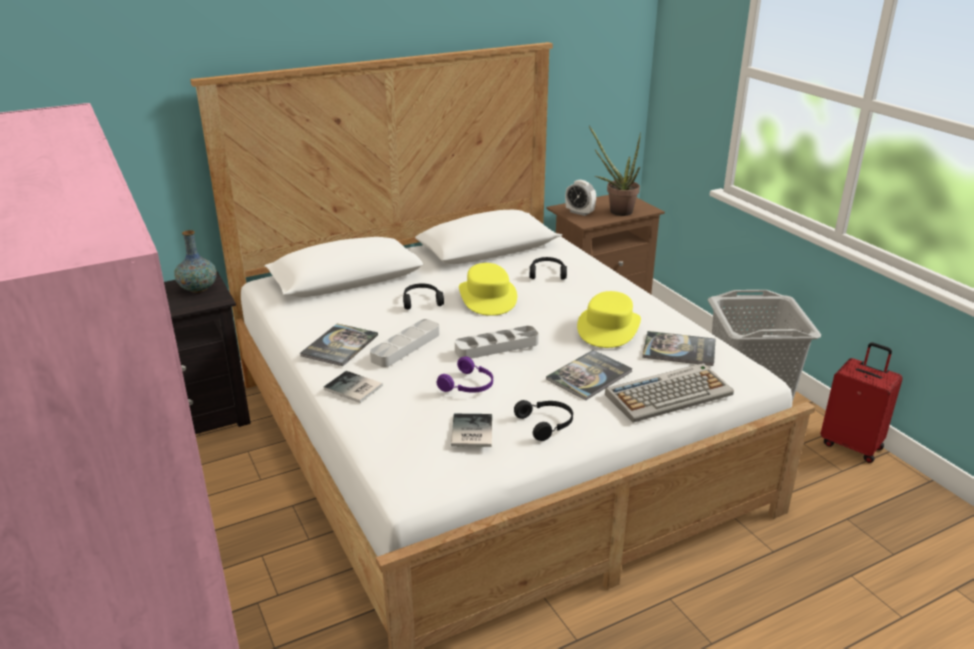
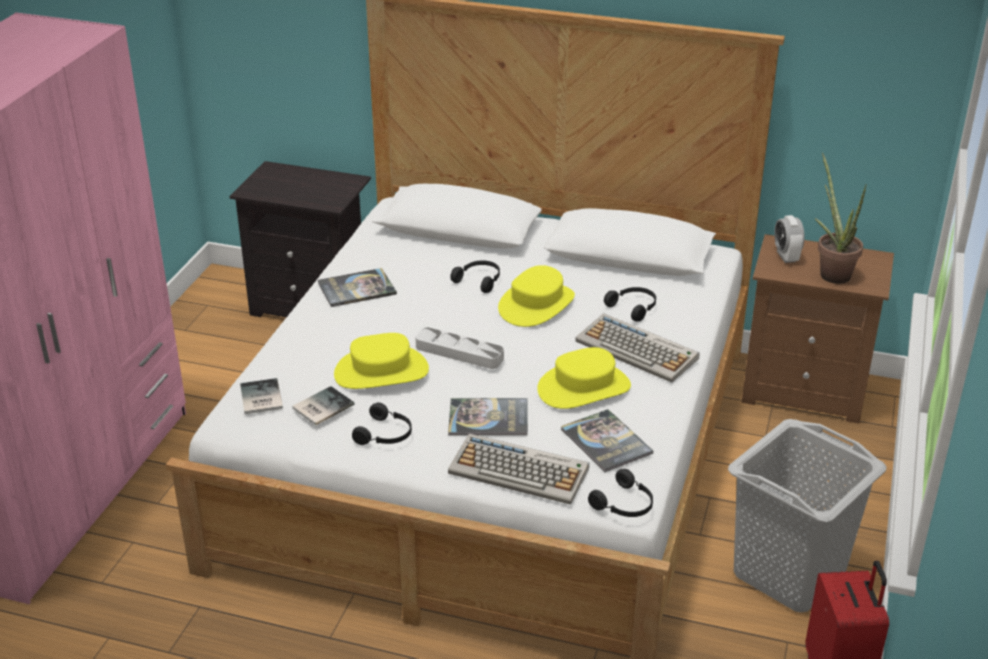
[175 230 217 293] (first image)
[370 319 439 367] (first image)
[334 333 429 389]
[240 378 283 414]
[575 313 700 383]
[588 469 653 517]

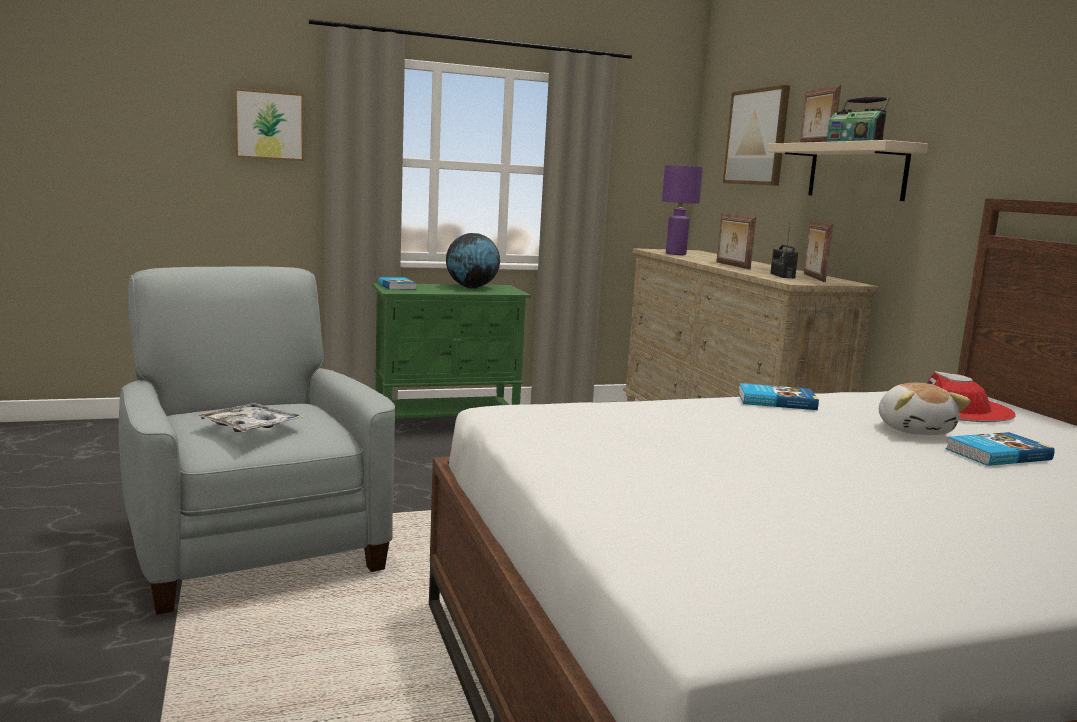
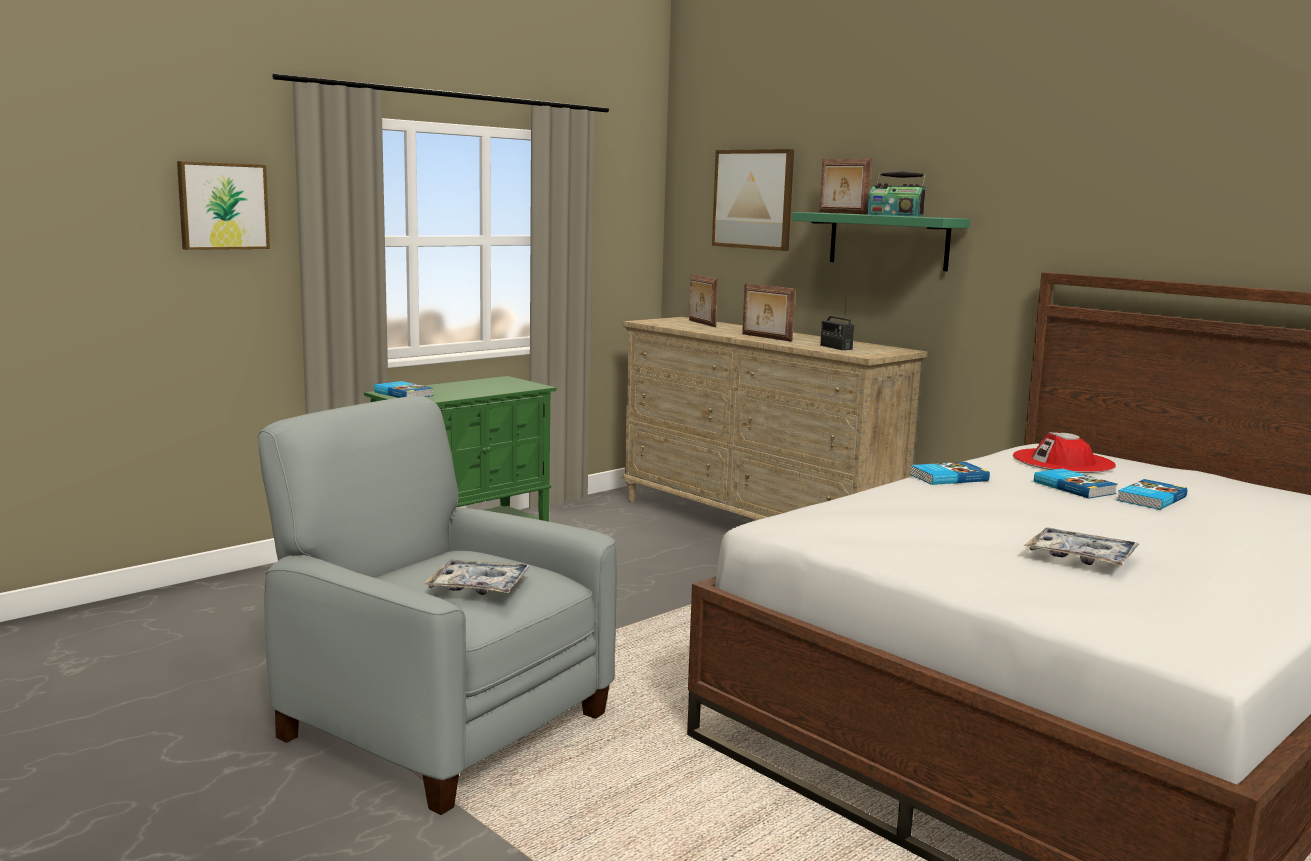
[792 212 970 271]
[662 165 703 255] (first image)
[689 274 718 327]
[446 233 500 288] (first image)
[1034 468 1118 498]
[1024 528 1139 566]

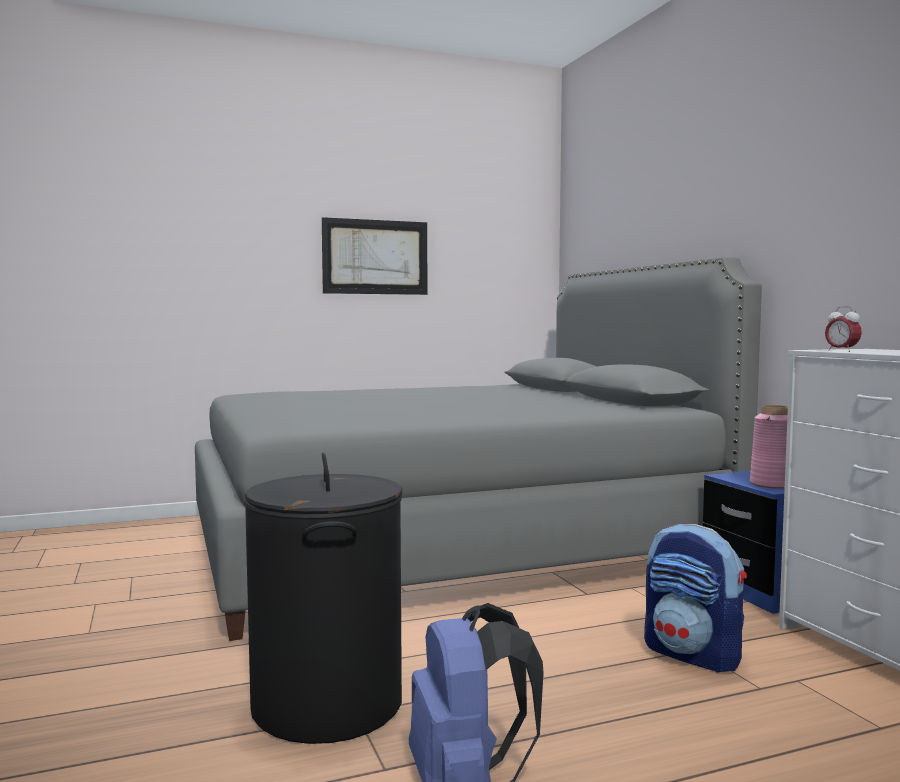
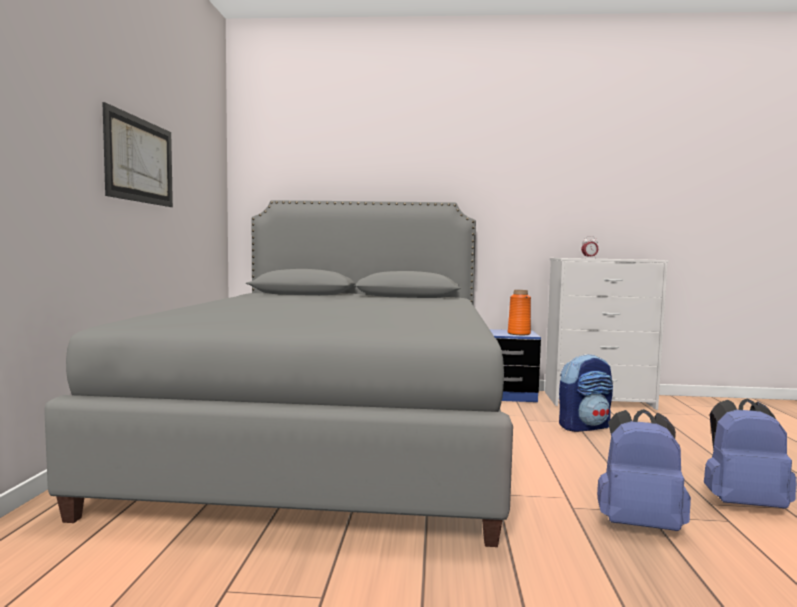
[508 290 531 335]
[597 409 691 531]

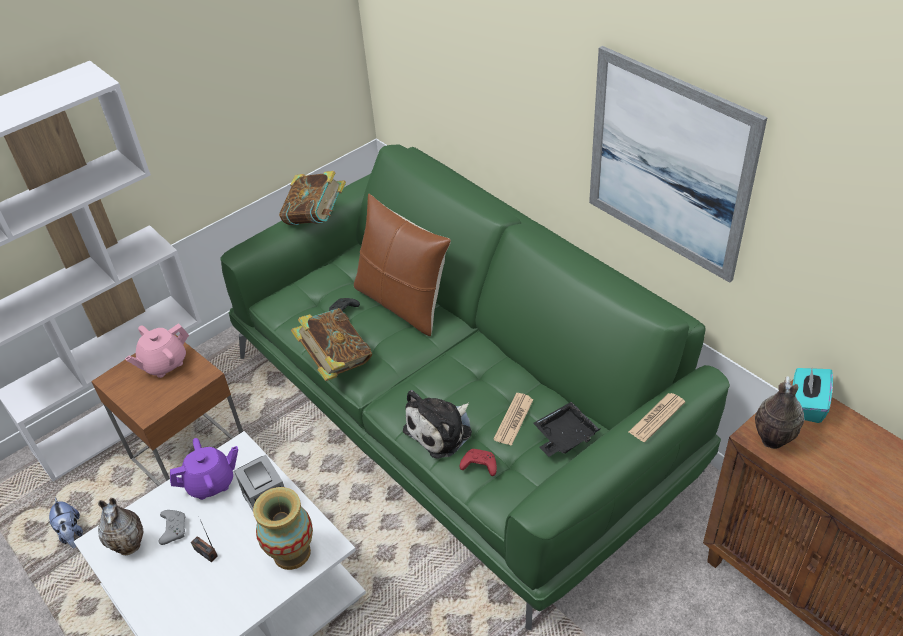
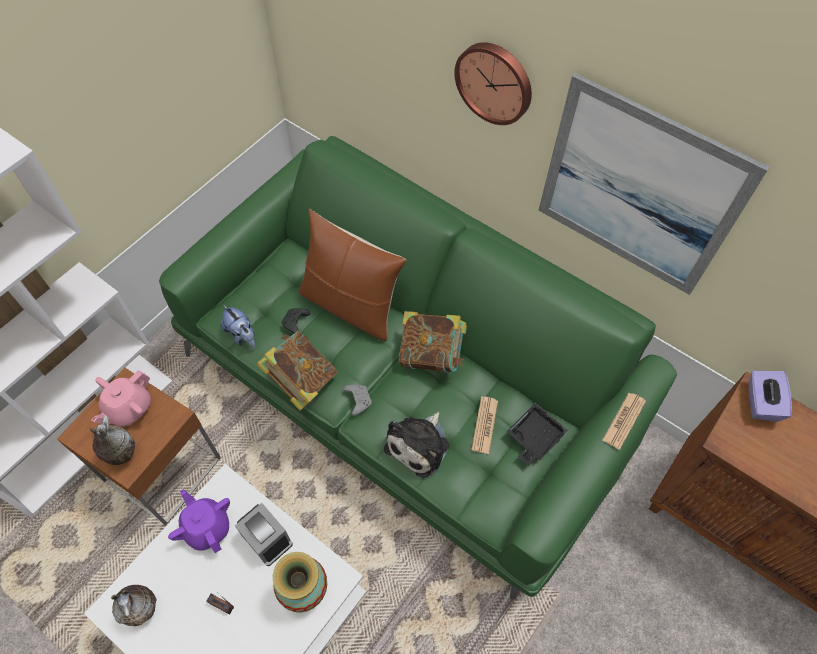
[398 311 467 373]
[749 371 792 422]
[89 415 135 465]
[168 489 230 553]
[460 449 497 476] (first image)
[221 305 255 348]
[343 384 372 416]
[454 42 532 125]

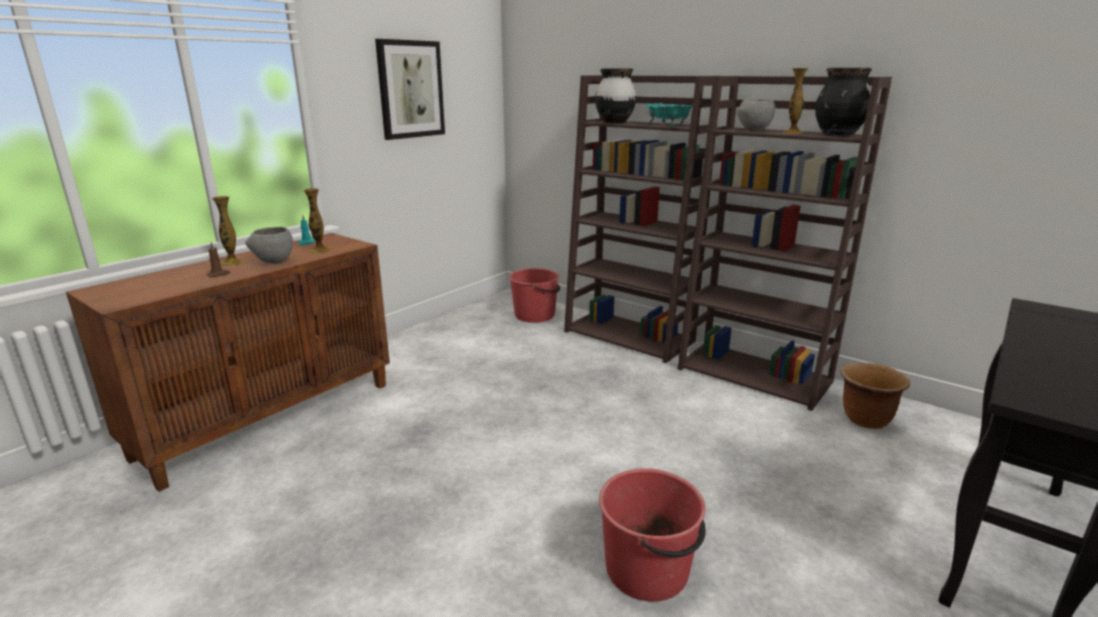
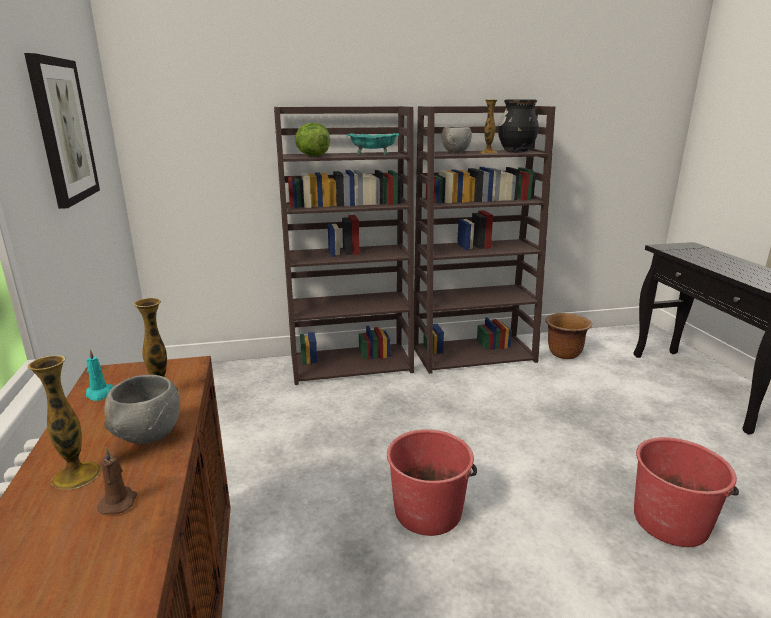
[295 123 330 156]
[387 429 477 536]

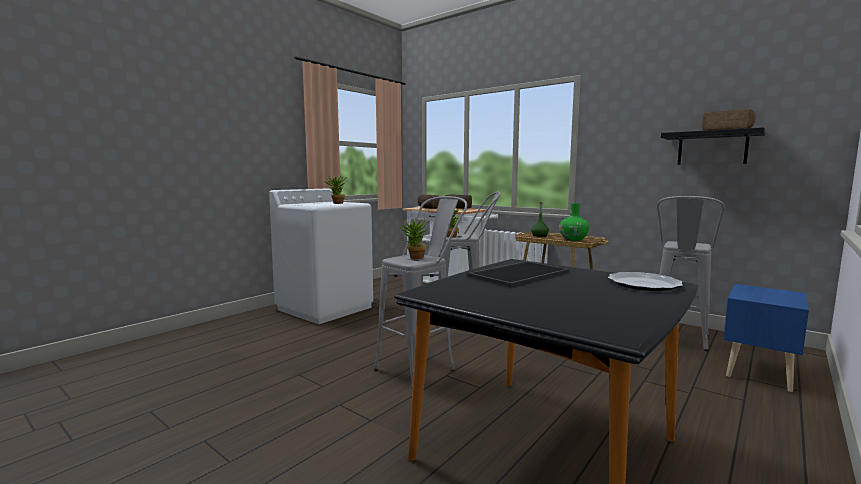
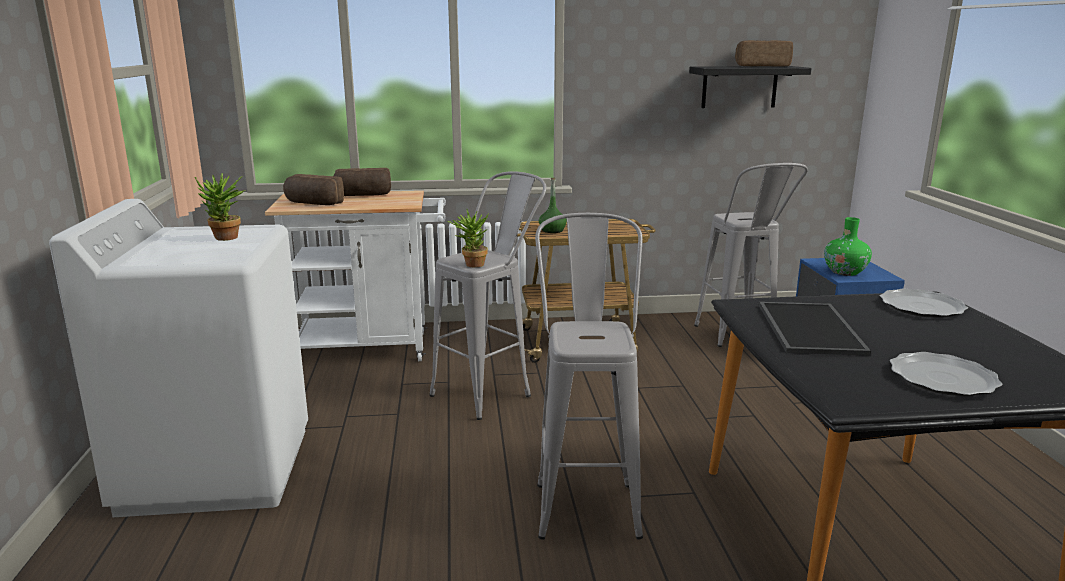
[824 217 872 276]
[399 218 430 259] (first image)
[890 352 1002 396]

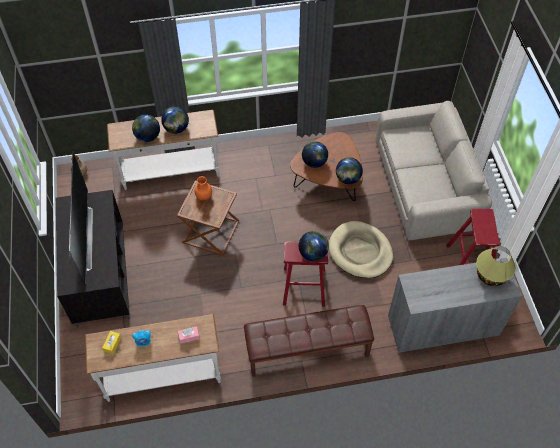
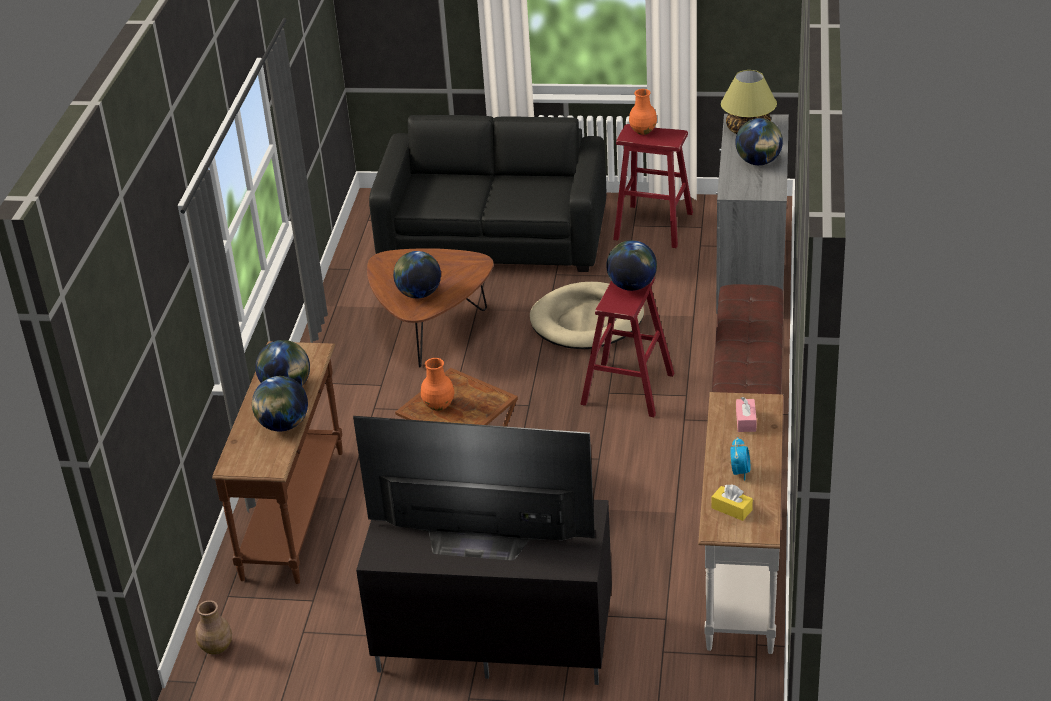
[369 115 606 272]
[212 342 342 584]
[735 118 783 165]
[629 89 657 135]

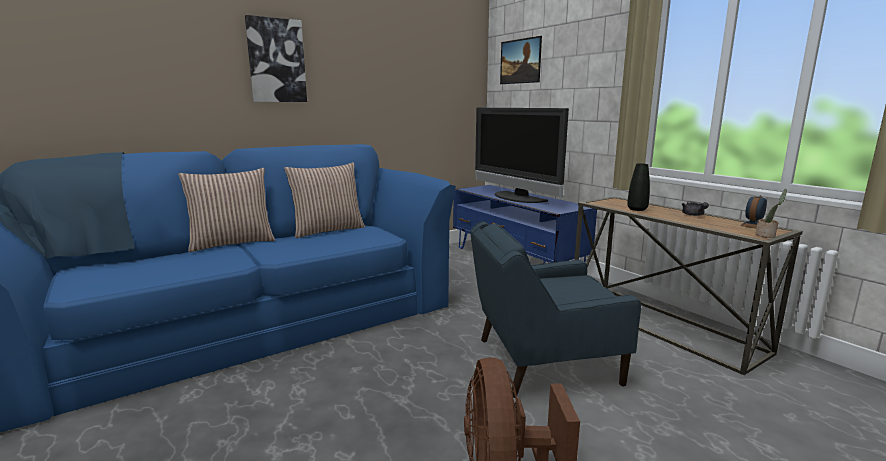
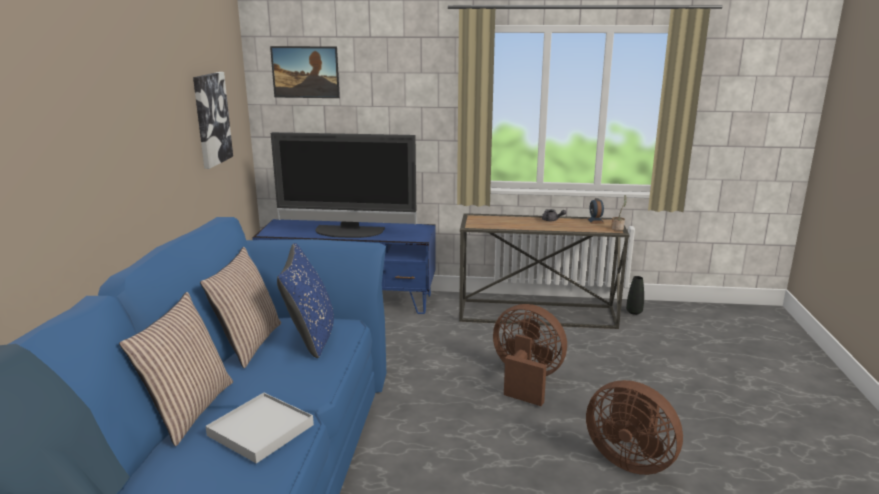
[193 72 233 169]
[626 276 644 315]
[493 304 567 406]
[277 243 334 358]
[205 393 314 464]

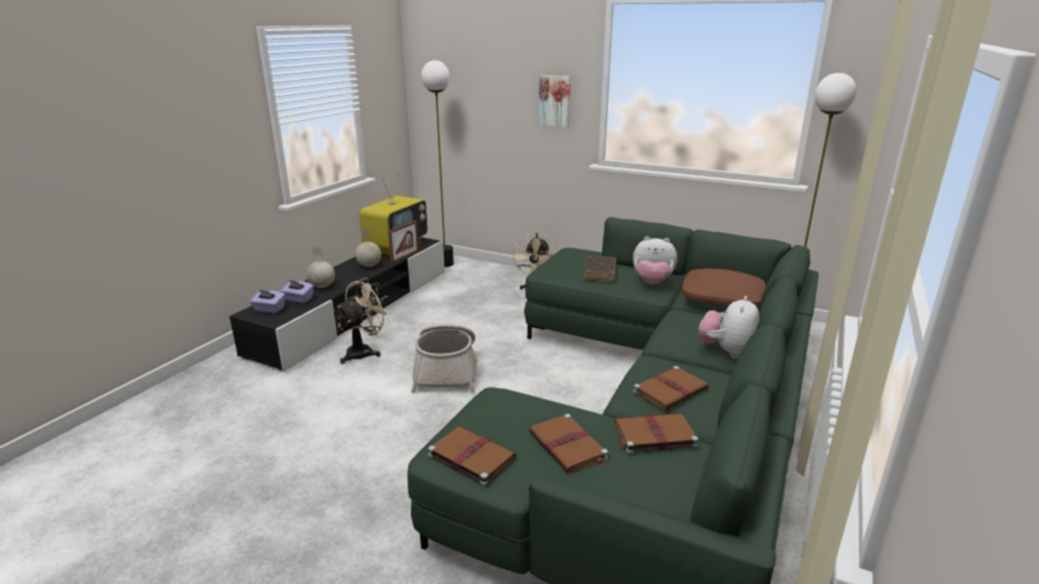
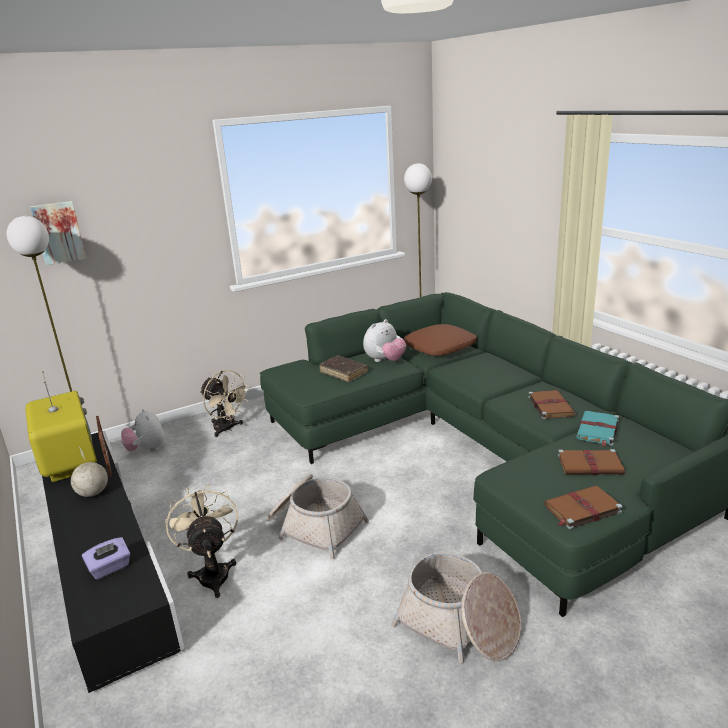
[30 201 86 265]
[306 246 335 288] (first image)
[250 290 285 313] (first image)
[121 409 165 451]
[576 411 619 447]
[391 552 521 663]

